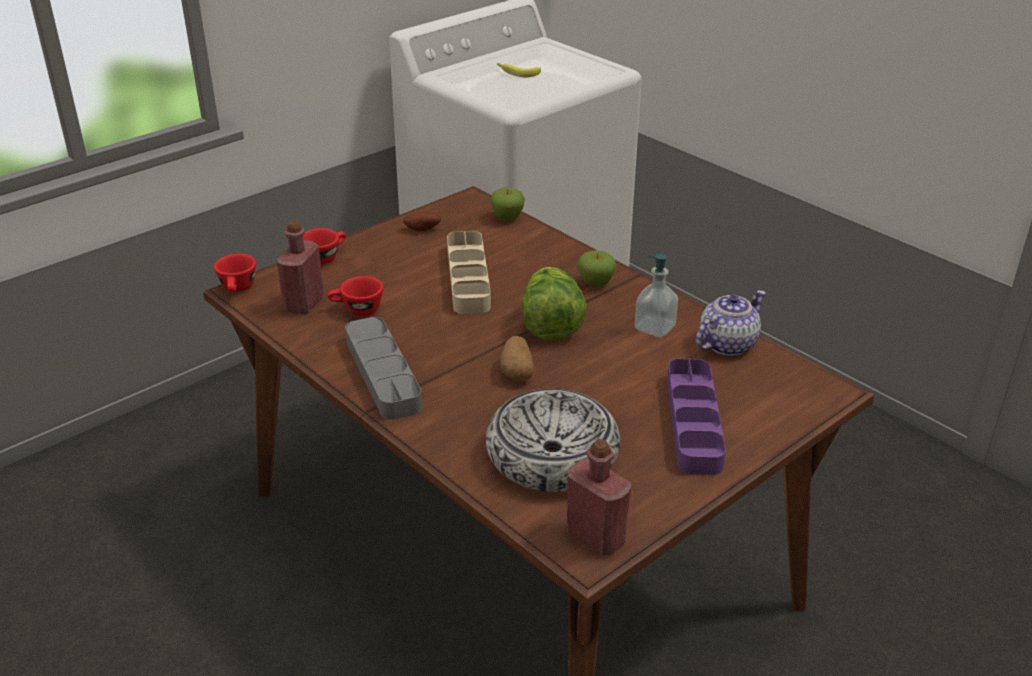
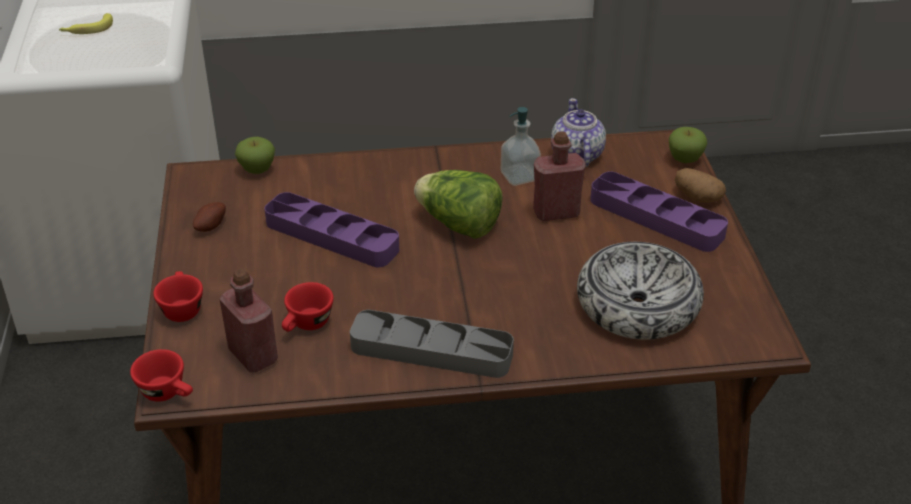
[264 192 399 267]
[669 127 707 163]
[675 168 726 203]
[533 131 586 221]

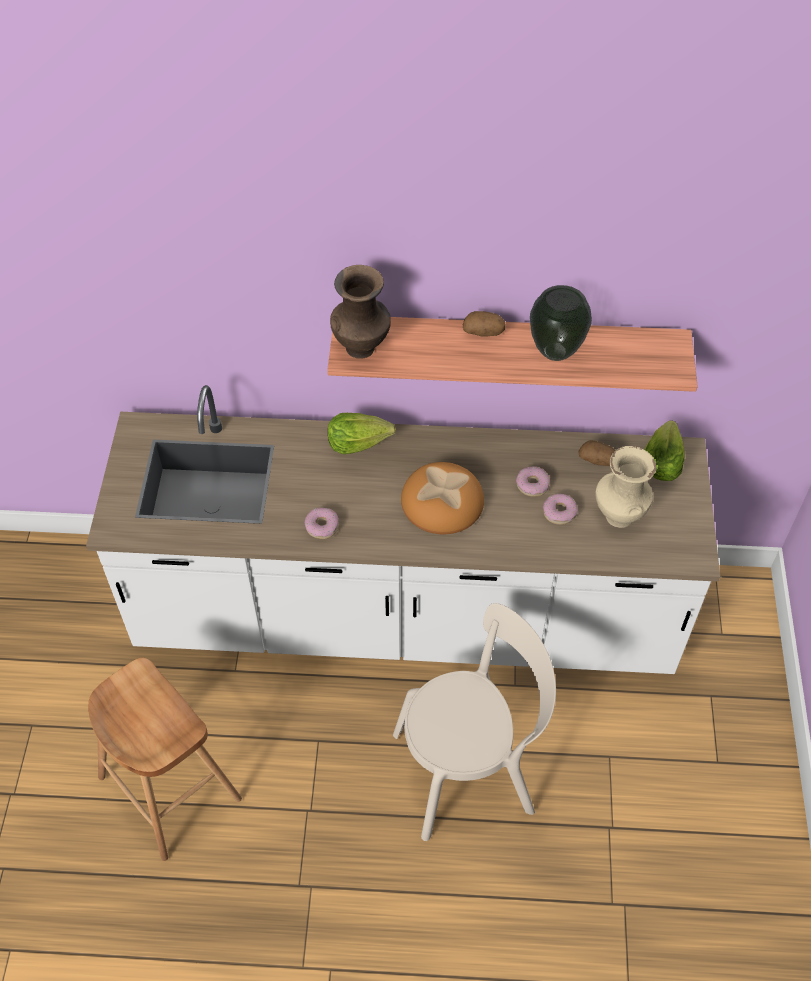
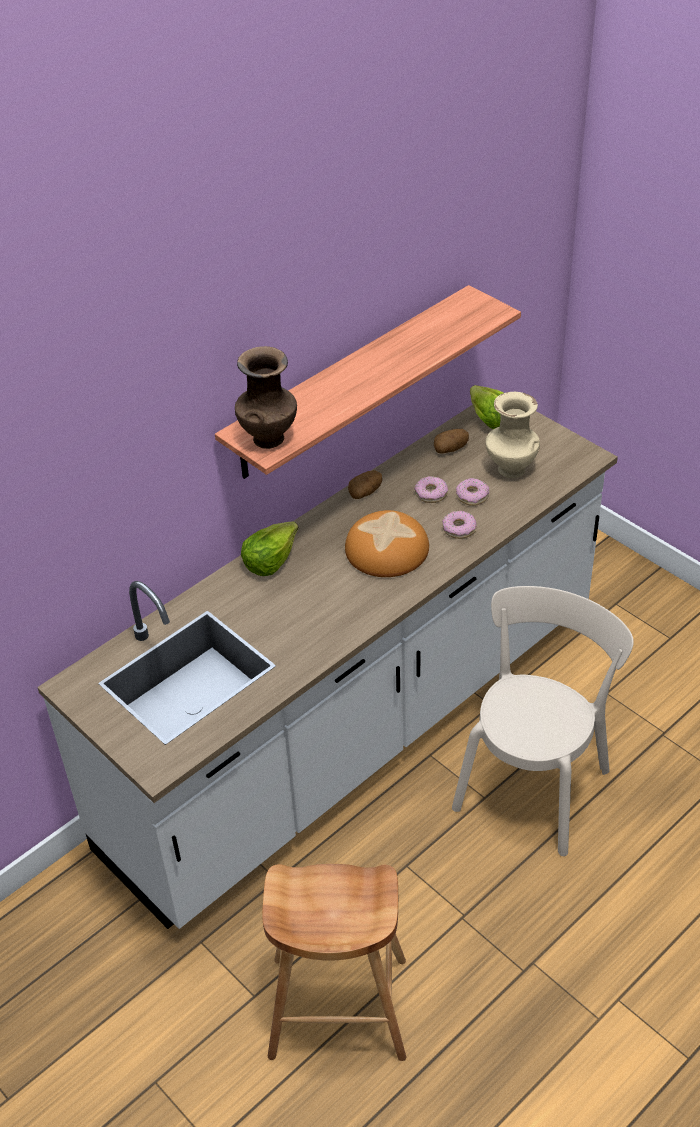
[530 285 592 361] (first image)
[348 470 382 499]
[442 511 477 539]

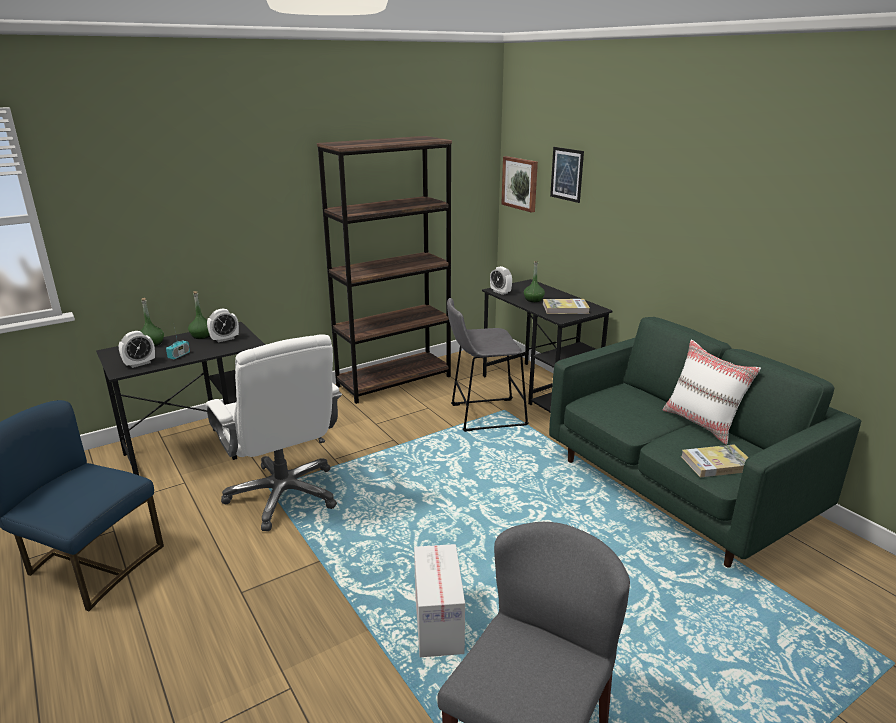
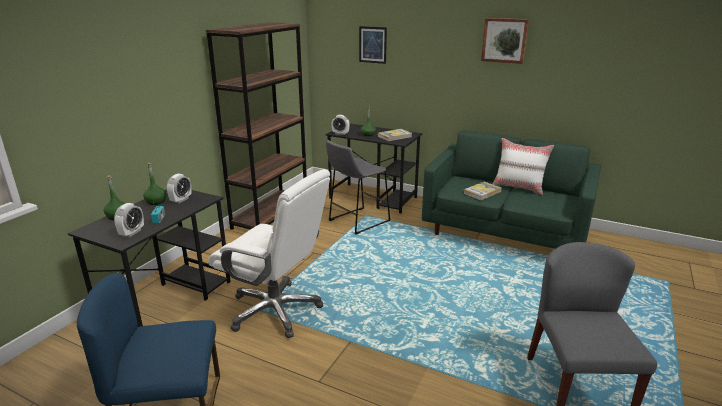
[481 18 529 64]
[463 182 502 200]
[414 544 465 657] (first image)

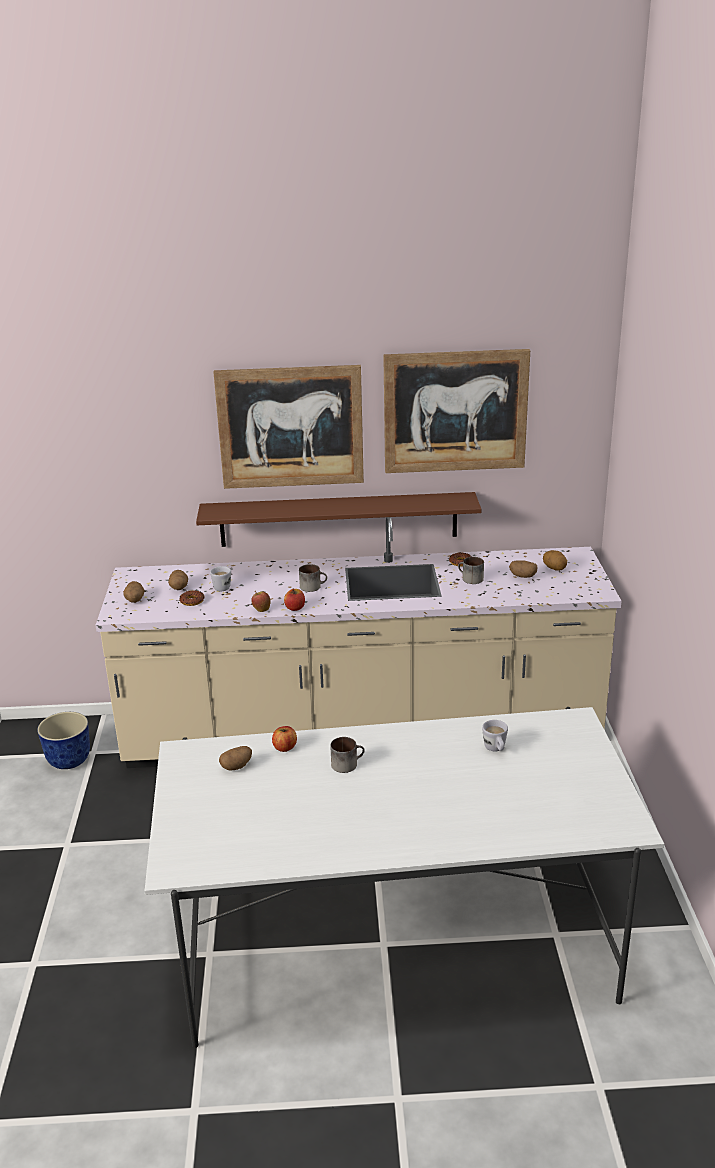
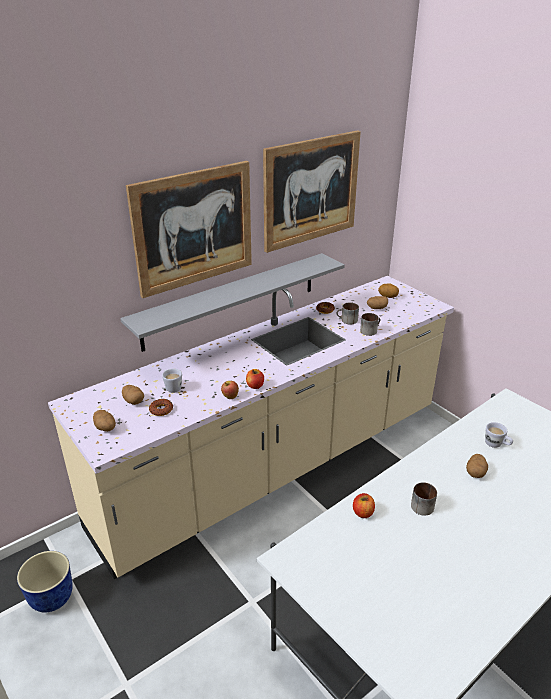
[120 253 345 352]
[360 313 380 336]
[466 454 488 478]

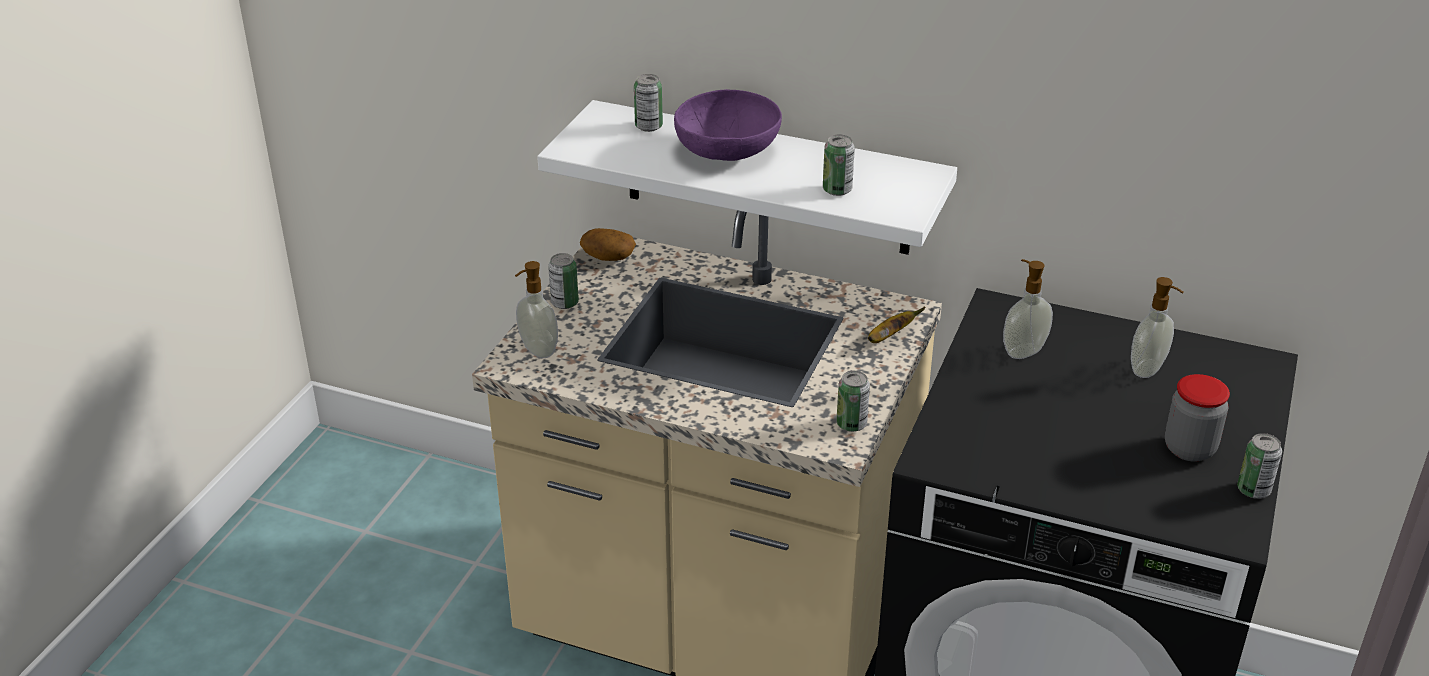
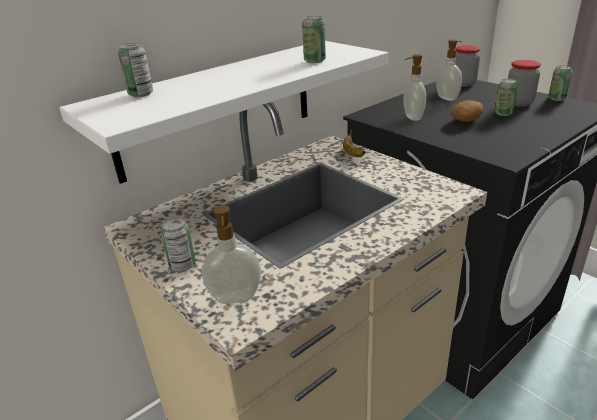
[674 89 782 161] (first image)
[451 100 484 122]
[495 79 518 116]
[455 45 480 87]

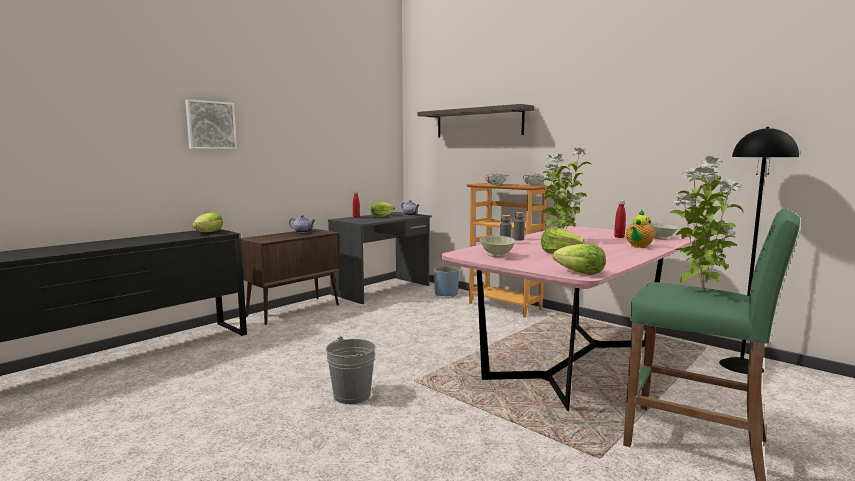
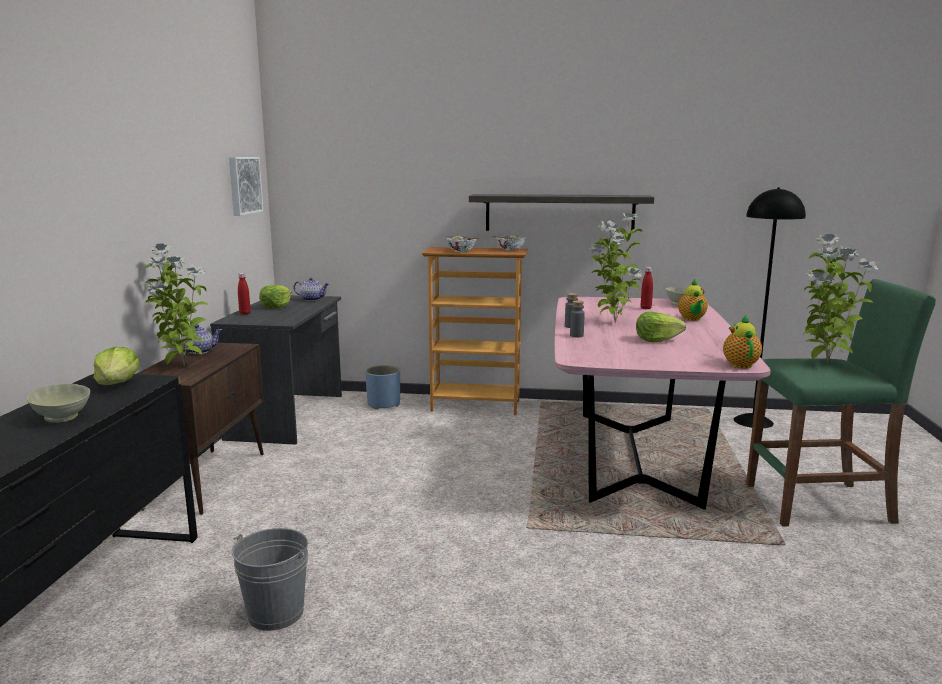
[229 157 263 216]
[469 194 654 233]
[26 384 90 423]
[723 314 762 368]
[232 528 308 631]
[144 244 208 366]

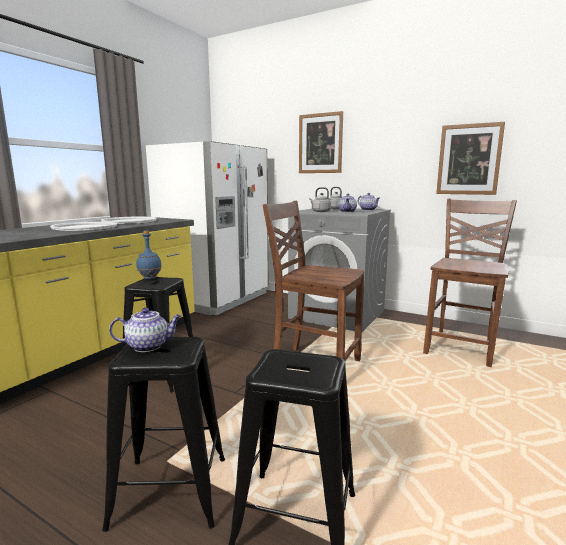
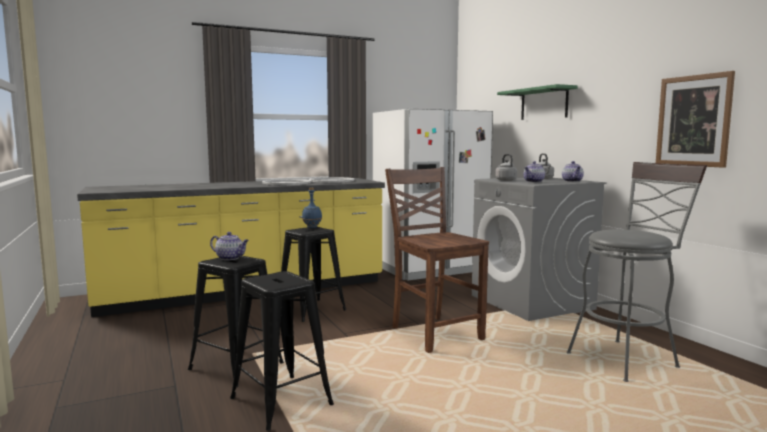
[497 84 577 120]
[566 162 707 382]

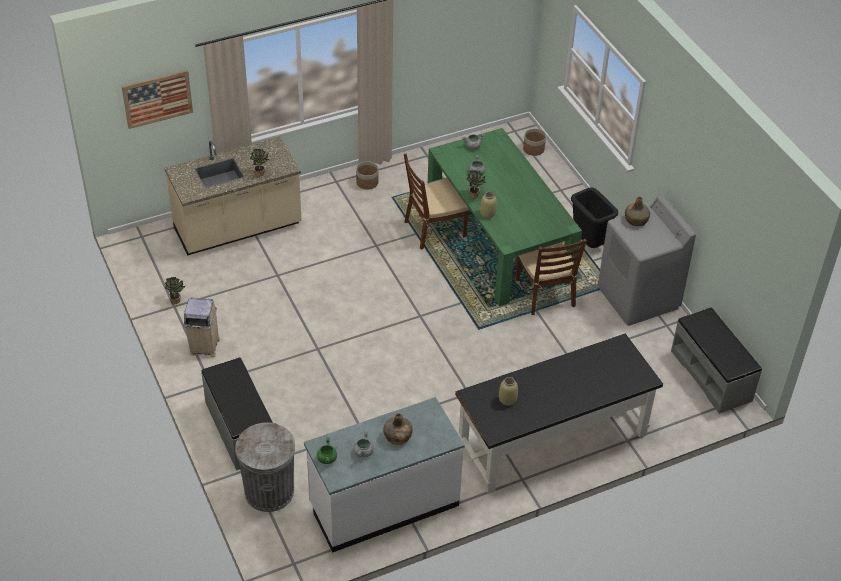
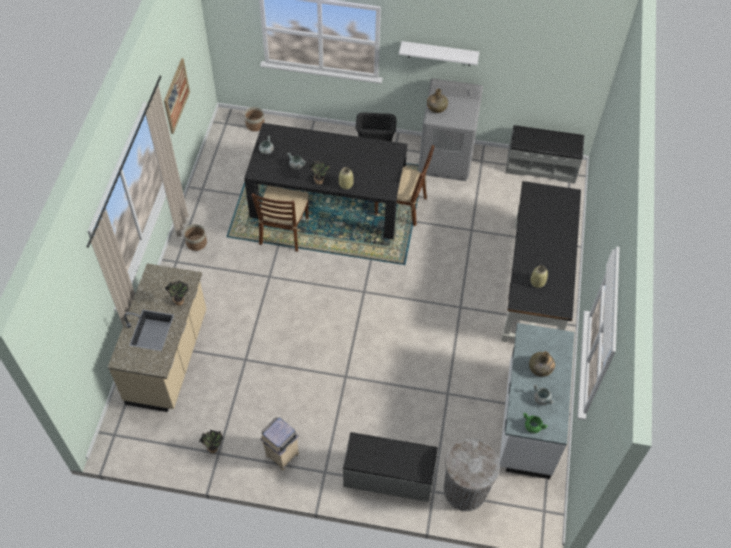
[164 58 190 134]
[244 123 407 239]
[399 41 479 66]

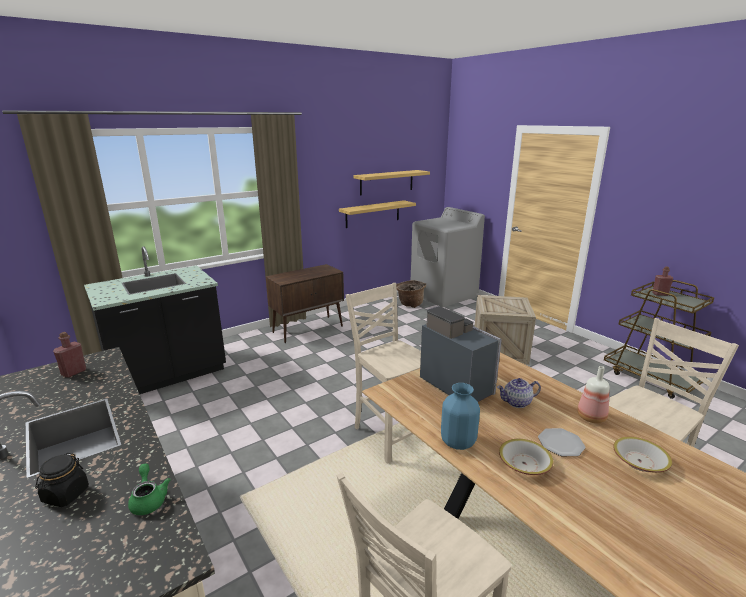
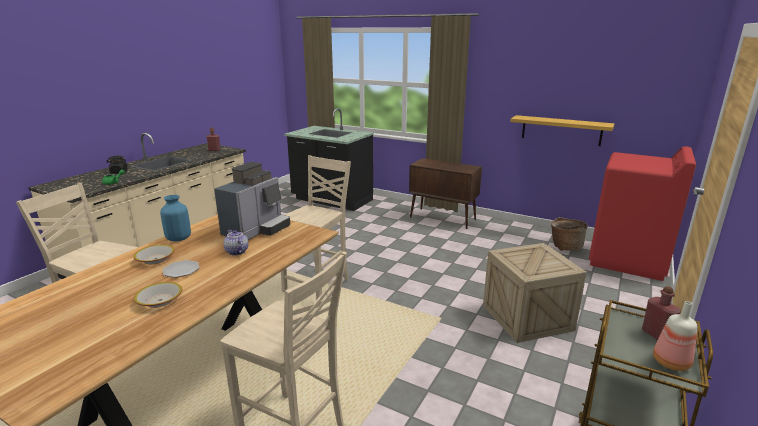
[353 170 430 196] (first image)
[589 146 696 281]
[653 301 697 371]

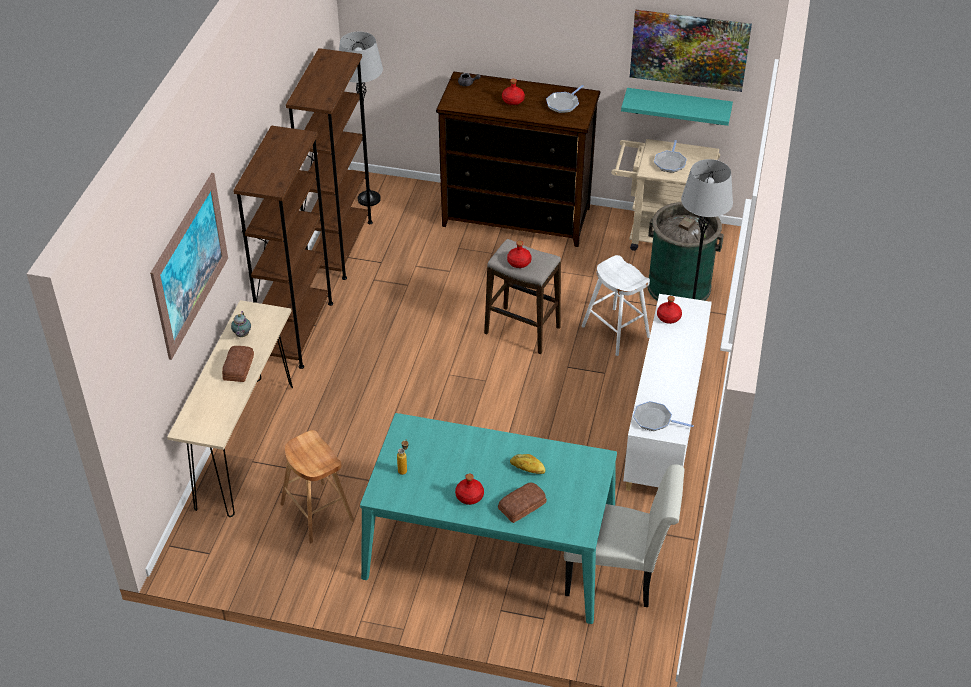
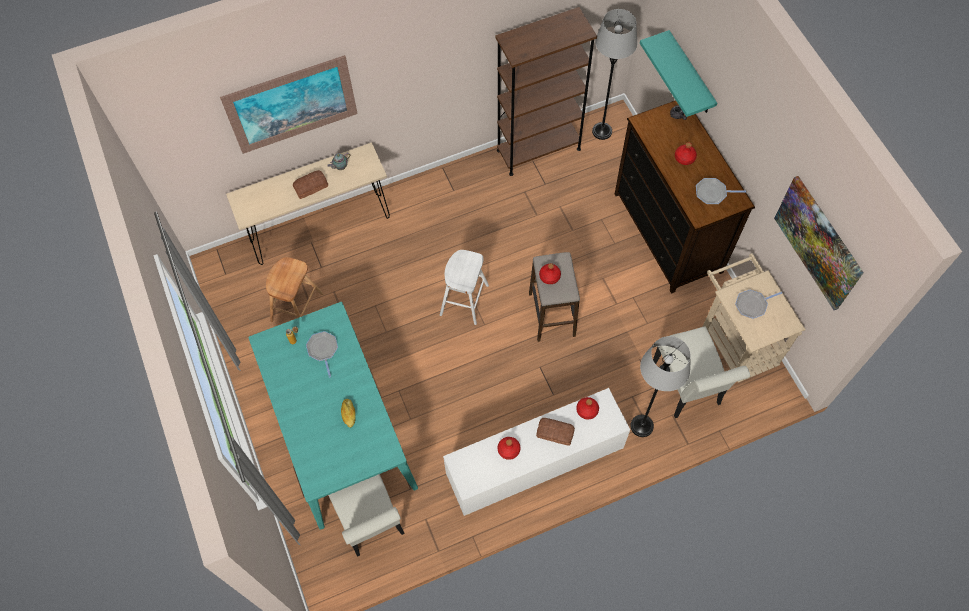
[640 30 717 117]
[233 125 333 369] (first image)
[653 326 750 418]
[440 250 489 325]
[306 331 338 378]
[497 437 520 460]
[536 418 575 446]

